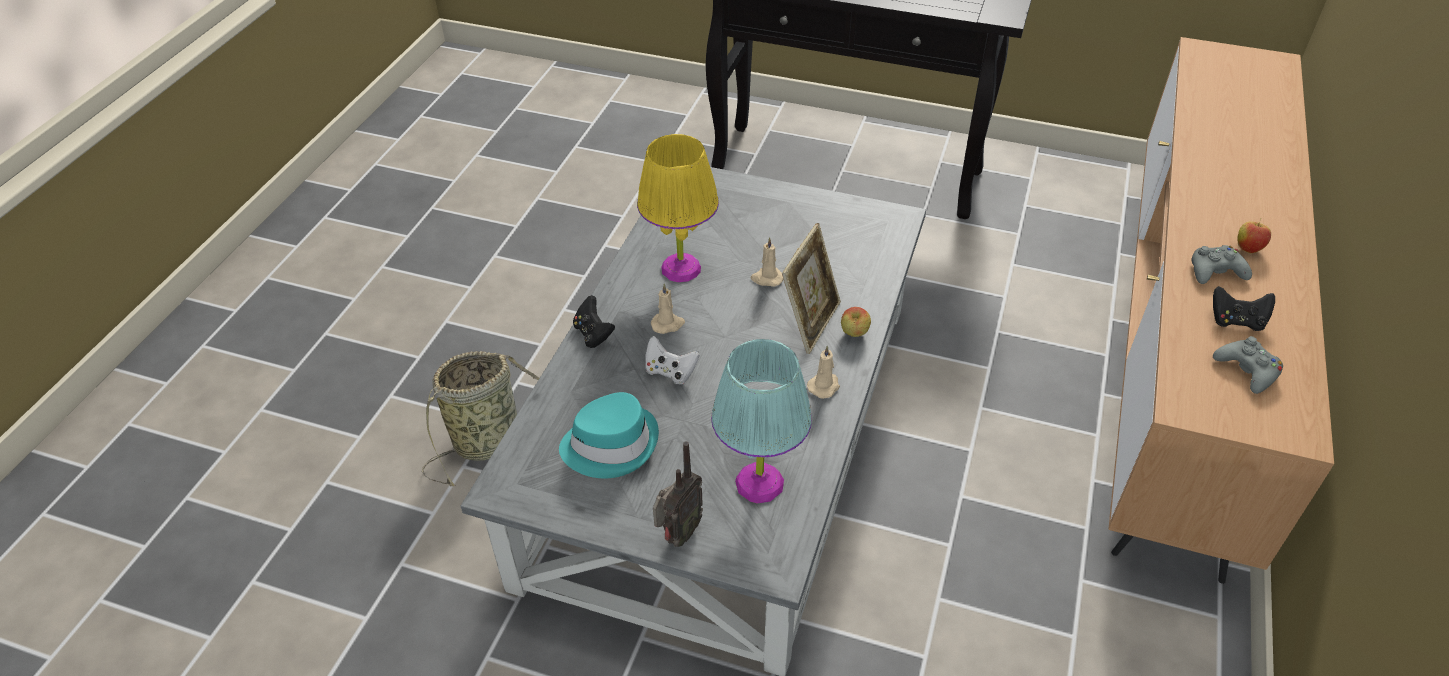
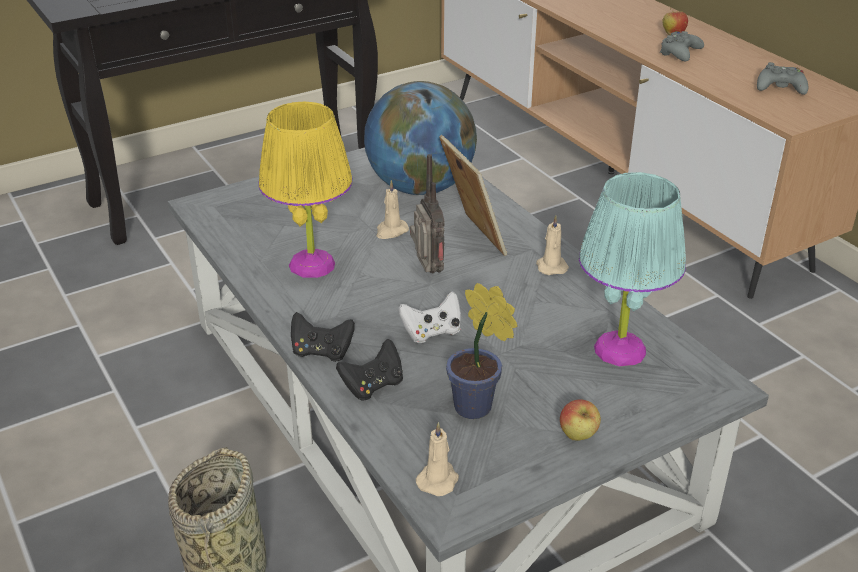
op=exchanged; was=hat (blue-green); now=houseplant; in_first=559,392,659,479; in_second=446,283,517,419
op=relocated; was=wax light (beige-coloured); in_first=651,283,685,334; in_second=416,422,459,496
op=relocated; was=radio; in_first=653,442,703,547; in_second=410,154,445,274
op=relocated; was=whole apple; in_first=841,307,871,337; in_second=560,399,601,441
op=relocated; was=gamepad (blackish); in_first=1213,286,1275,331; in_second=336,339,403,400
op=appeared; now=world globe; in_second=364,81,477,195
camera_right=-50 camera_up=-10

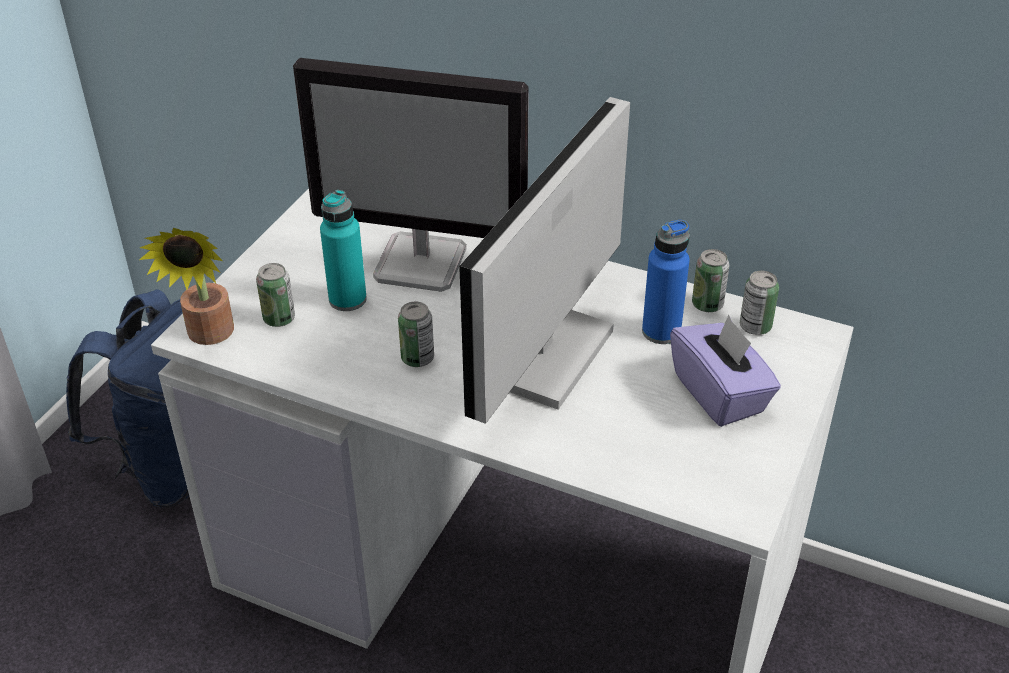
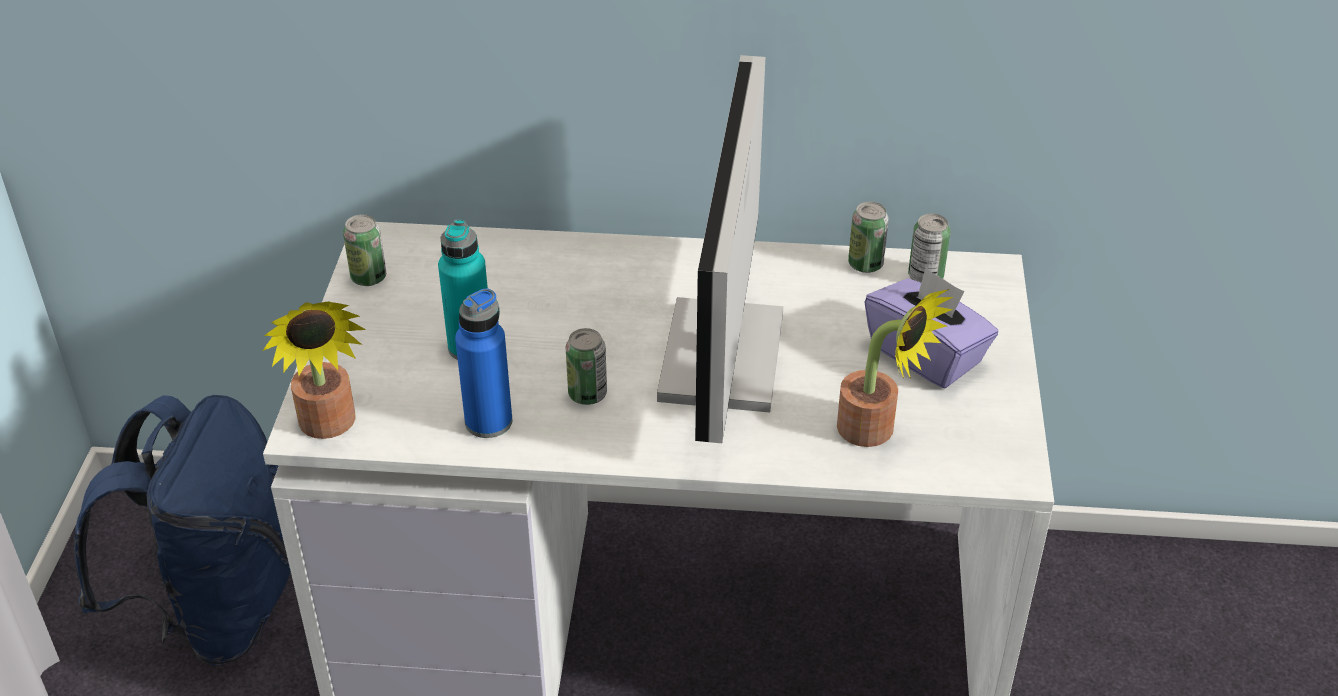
op=relocated; was=can; in_first=256,263,295,327; in_second=343,214,386,286
op=missing; was=computer screen; in_first=293,58,529,292
op=relocated; was=bottle (bluish); in_first=642,220,690,344; in_second=455,288,512,438
op=appeared; now=houseplant; in_second=837,289,954,447
camera_right=-20 camera_up=0

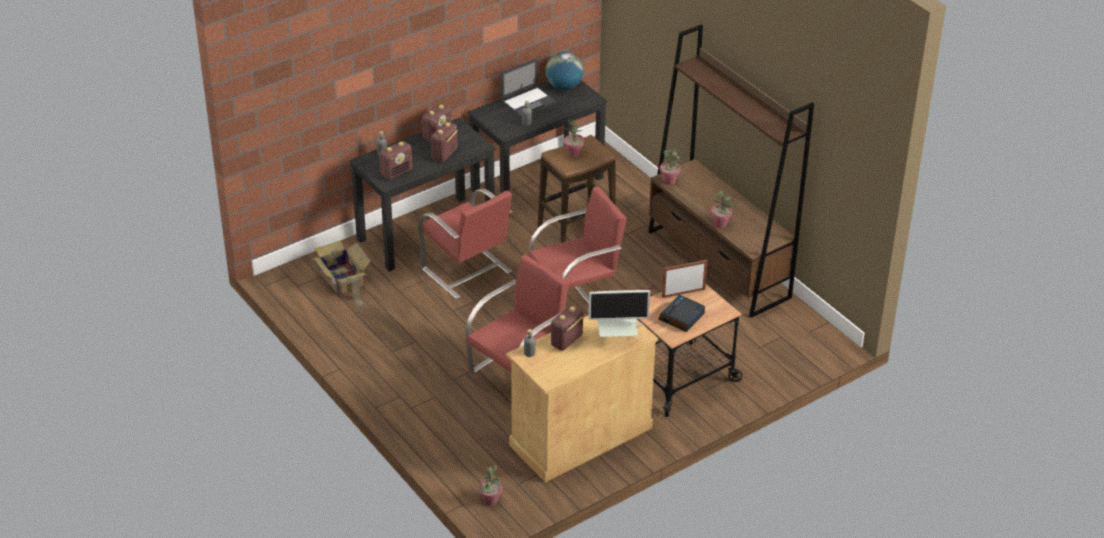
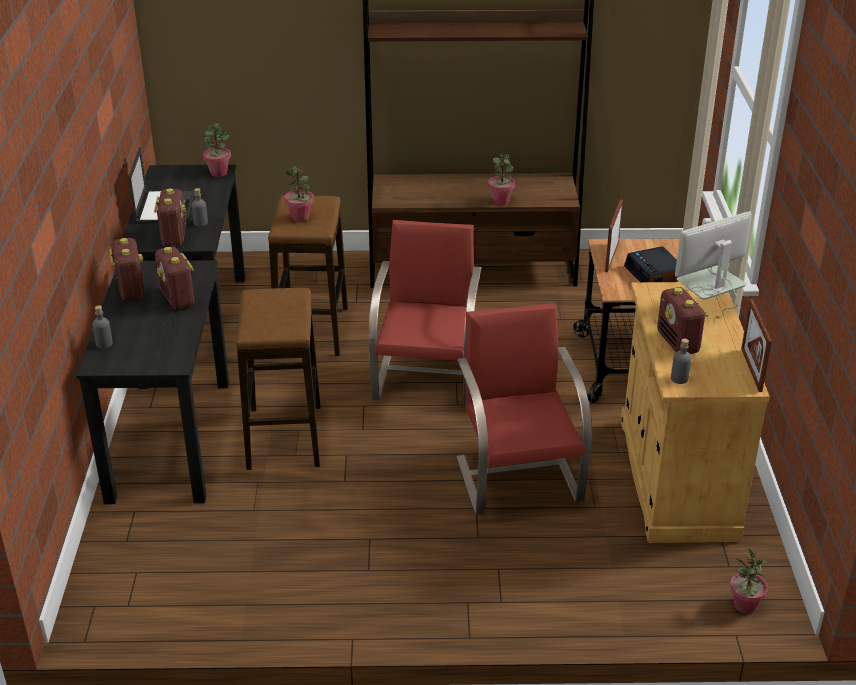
op=missing; was=cardboard box; in_first=312,241,371,307
op=relocated; was=radio; in_first=380,141,412,180; in_second=154,189,186,246
op=exchanged; was=upright chair (red-coloured); now=sitting stool; in_first=418,189,513,299; in_second=236,288,320,470
op=missing; was=world globe; in_first=545,52,583,90
op=spun; was=computer screen; in_first=588,290,650,340; in_second=675,211,752,315; clockwise=-150
op=relocated; was=houseplant; in_first=660,148,680,185; in_second=203,123,231,177
op=appeared; now=picture frame; in_second=741,299,772,392
camera_right=-55 camera_up=-5

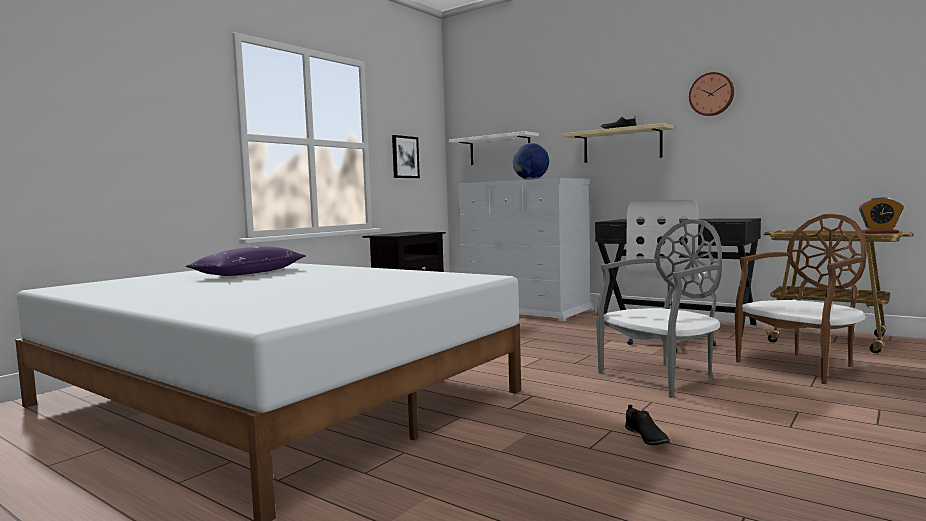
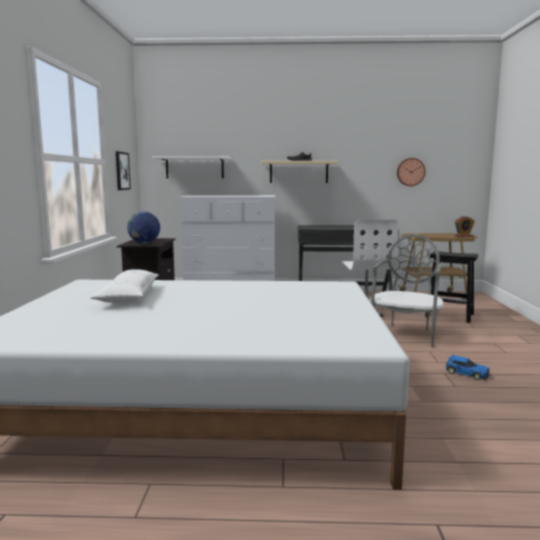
op=colour; was=throw pillow (purple); now=throw pillow (whitish); in_first=186,246,306,276; in_second=90,269,159,303
op=relocated; was=world globe; in_first=513,143,549,180; in_second=127,211,160,243
op=exchanged; was=item of footwear (blackish); now=miniature car; in_first=625,405,670,445; in_second=445,355,490,380
op=relocated; was=clock on the wall; in_first=689,72,734,116; in_second=397,158,426,186
op=exchanged; was=upright chair (brownish); now=sitting stool (blackish); in_first=735,214,867,384; in_second=425,251,478,323
camera_right=-35 camera_up=5

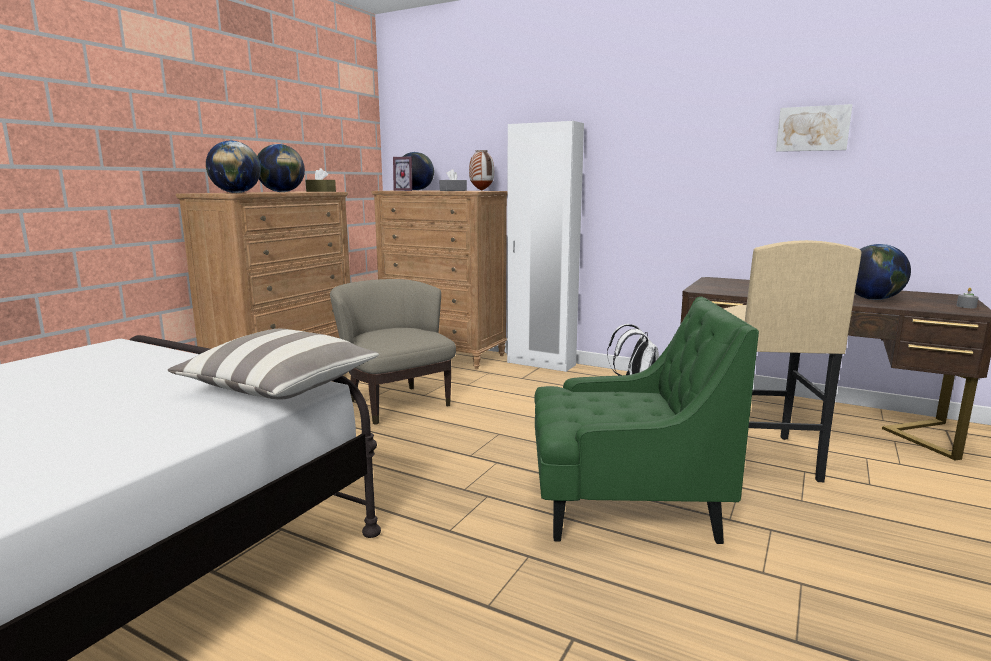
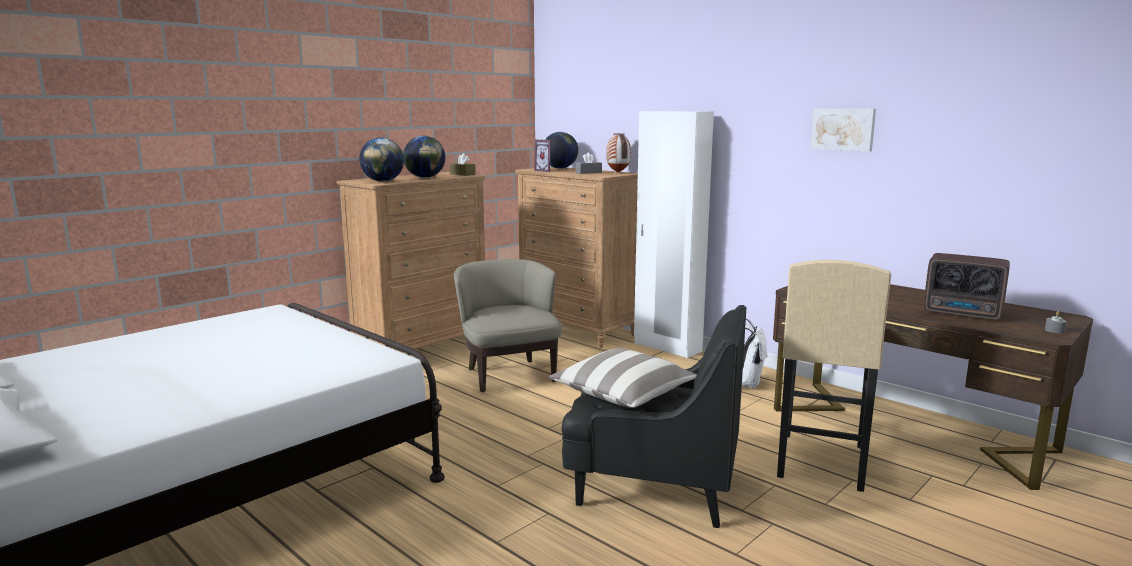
op=relocated; was=throw pillow; in_first=168,329,379,400; in_second=549,348,697,408
op=colour; was=lounge chair (green); now=lounge chair (blackish); in_first=534,297,759,544; in_second=562,305,746,528
op=relocated; was=picture; in_first=776,104,853,152; in_second=810,109,876,152
op=exchanged; was=world globe; now=radio; in_first=855,244,911,300; in_second=924,253,1010,320
camera_right=15 camera_up=0

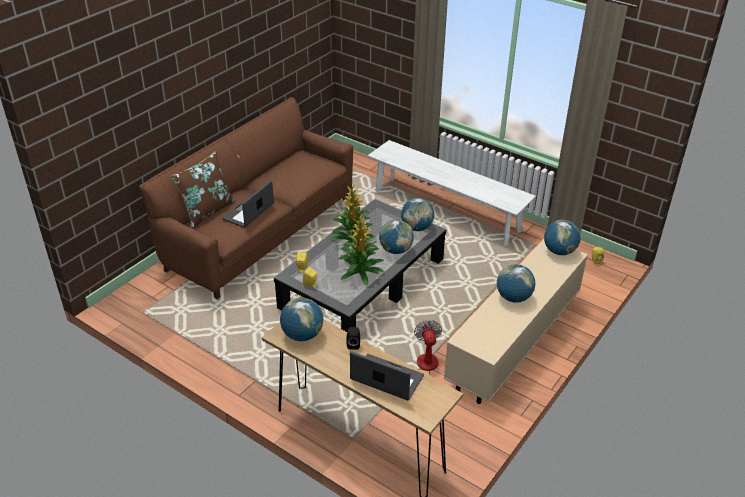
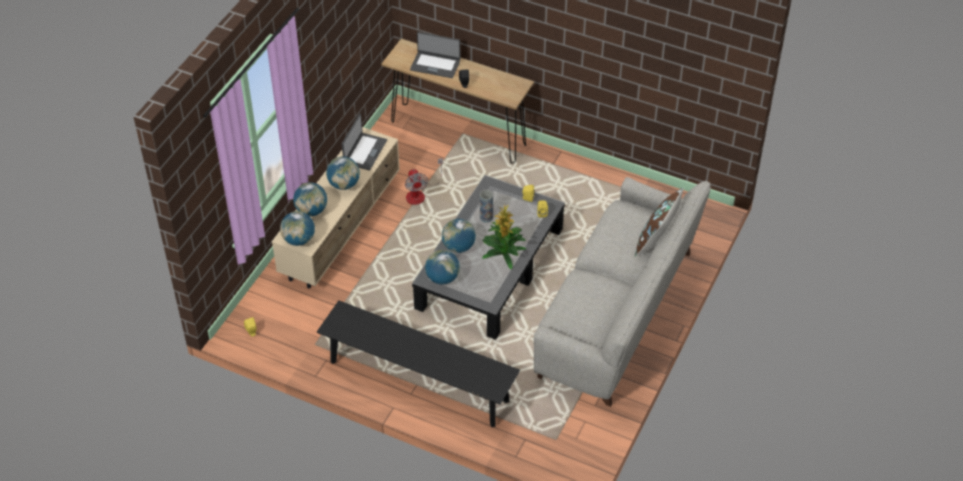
op=colour; was=couch (brownish); now=couch (grey); in_first=139,97,353,299; in_second=534,177,711,407
op=relocated; was=notebook computer; in_first=222,180,274,228; in_second=342,113,387,171
op=relocated; was=world globe; in_first=280,298,323,341; in_second=293,182,327,216
op=exchanged; was=houseplant; now=vase; in_first=339,214,385,286; in_second=480,190,493,223
op=colour; was=bench (whitish); now=bench (blackish); in_first=368,140,536,245; in_second=317,300,520,427
camera_right=170 camera_up=10

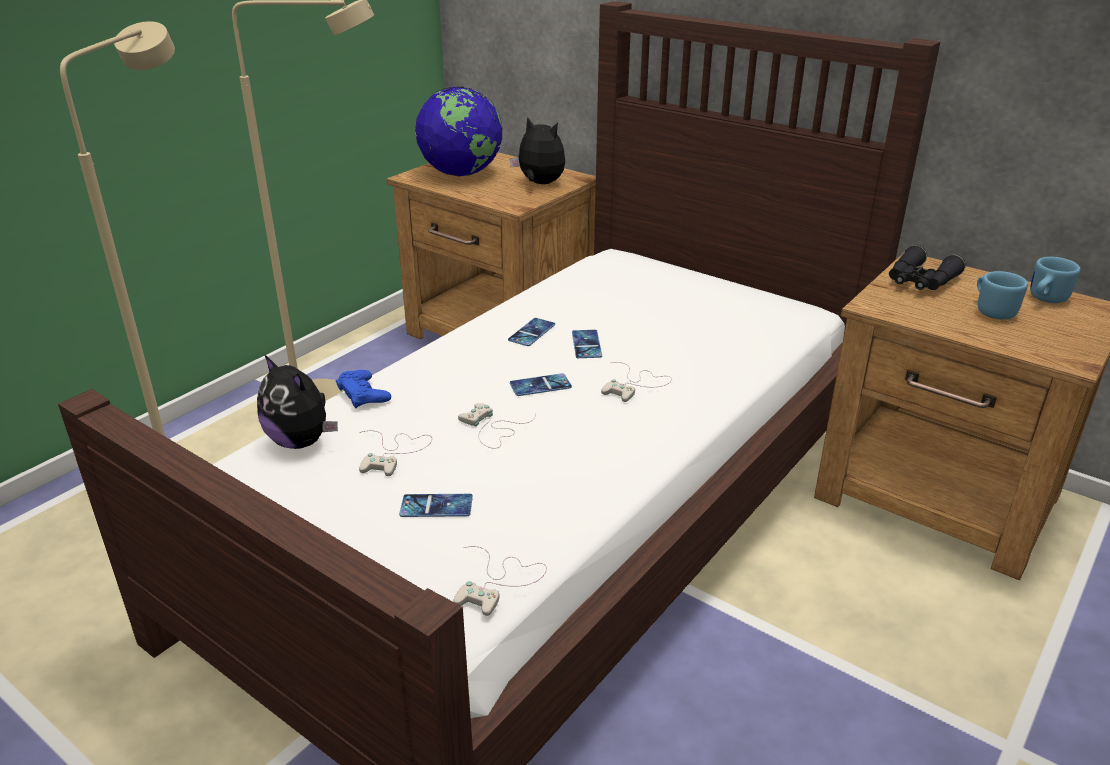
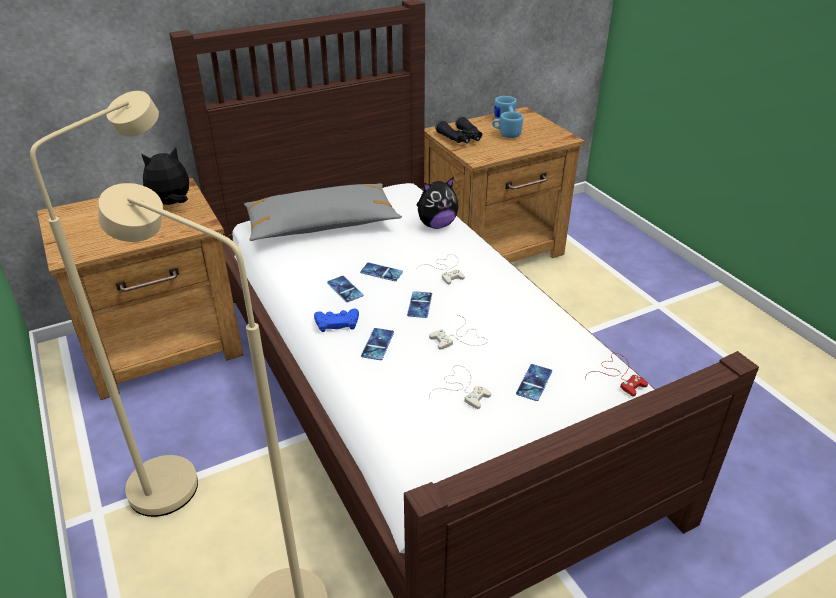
op=relocated; was=cuddly toy; in_first=257,354,338,449; in_second=417,177,459,229
op=relocated; was=gamepad (bluish); in_first=336,370,391,408; in_second=314,309,359,332
op=missing; was=world globe; in_first=415,87,503,177
op=colour; was=gamepad (whitish); now=gamepad (red-coloured); in_first=453,546,547,616; in_second=585,353,648,396
op=appeared; now=throw pillow (grey); in_second=244,183,402,241
op=appeared; now=telephone; in_second=361,328,394,360
camera_right=-65 camera_up=5

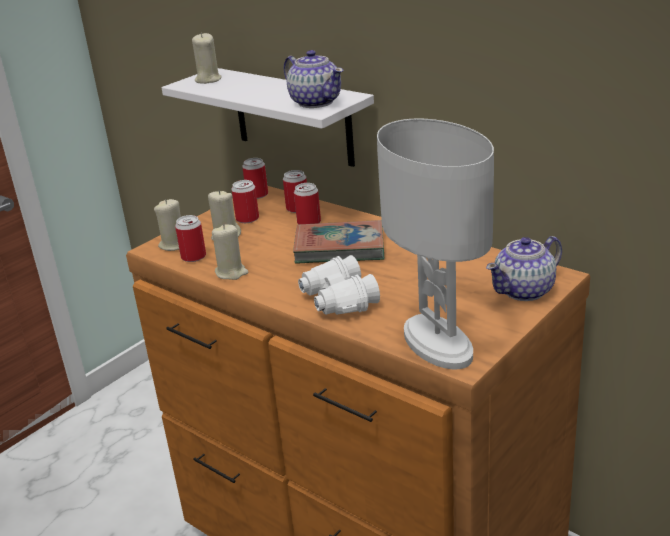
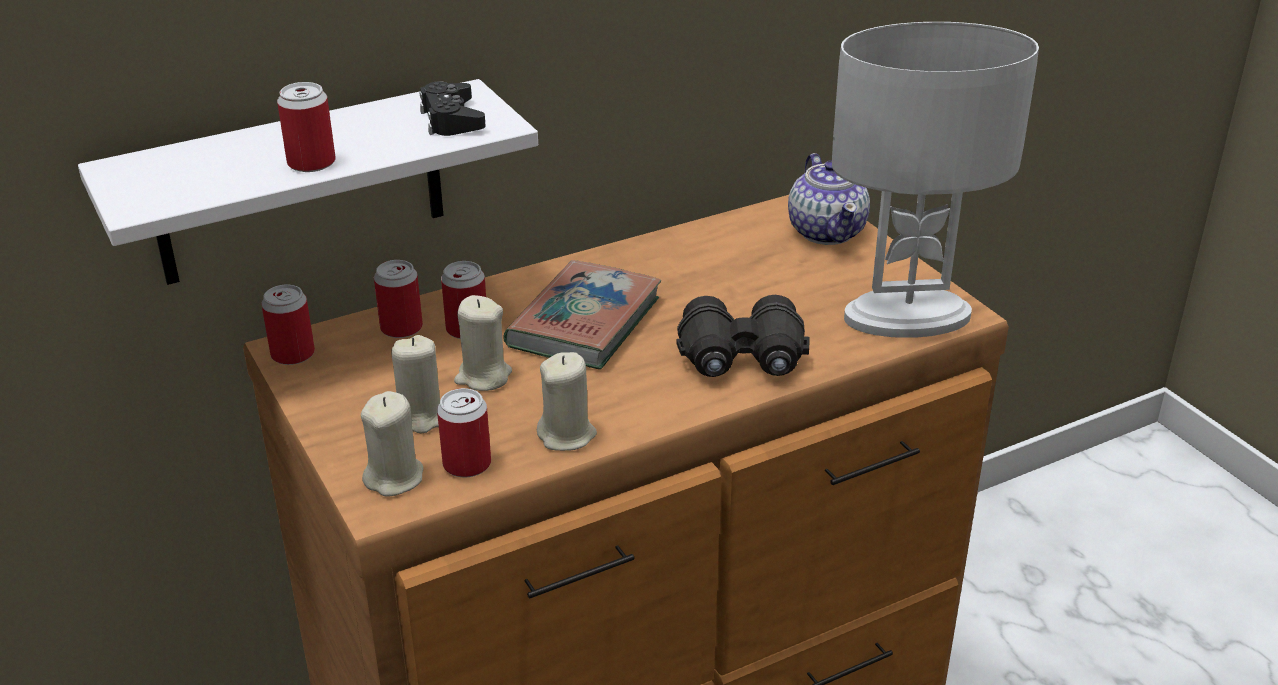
op=relocated; was=wax light (beige-coloured); in_first=192,33,221,84; in_second=454,295,512,391
op=relocated; was=can; in_first=231,180,259,223; in_second=277,82,336,172
op=exchanged; was=tea pot; now=gamepad (blackish); in_first=284,50,343,108; in_second=419,81,486,136
op=colour; was=pair of binoculars (whitish); now=pair of binoculars (blackish); in_first=298,255,380,315; in_second=677,295,810,377
camera_right=-70 camera_up=5

